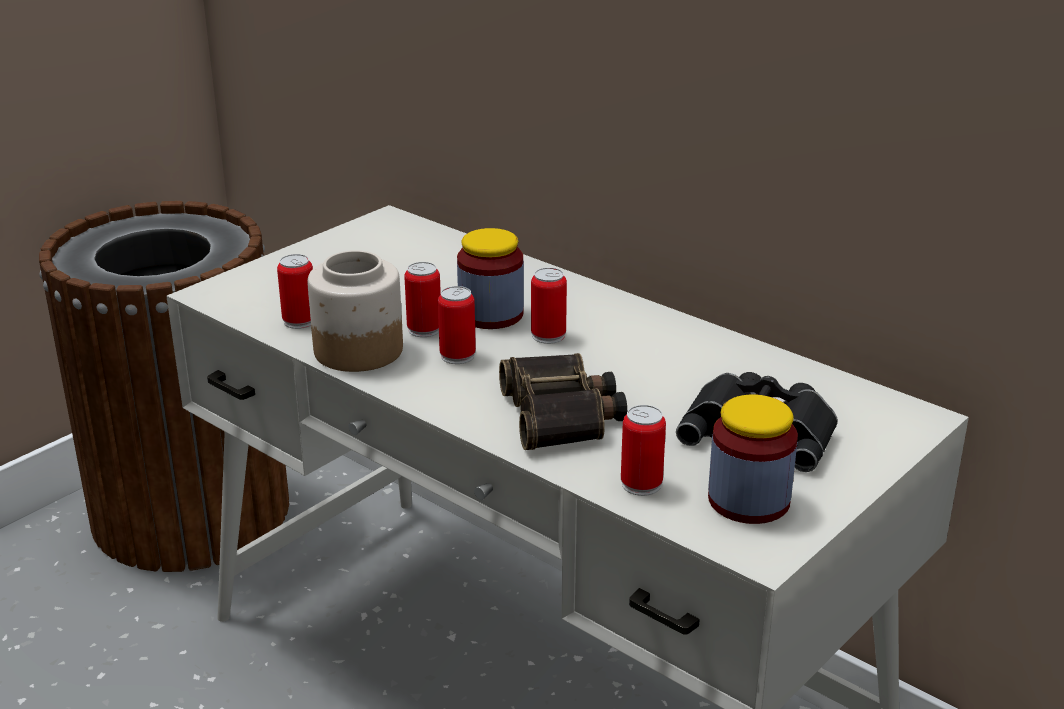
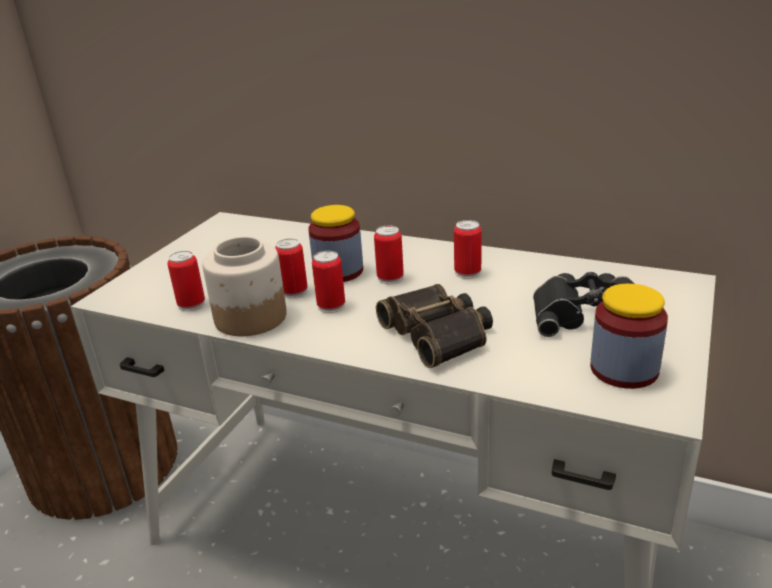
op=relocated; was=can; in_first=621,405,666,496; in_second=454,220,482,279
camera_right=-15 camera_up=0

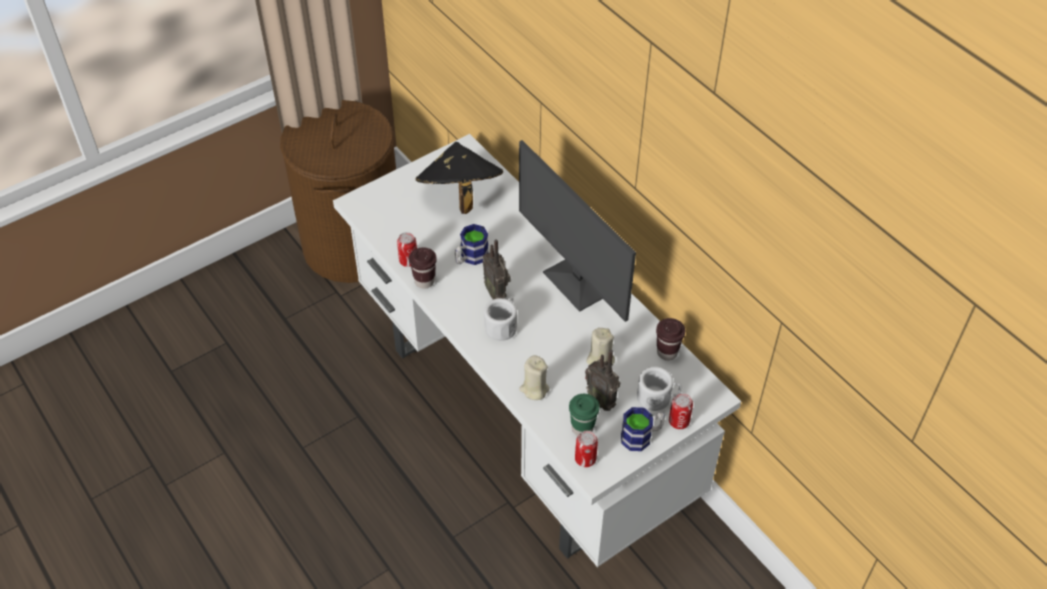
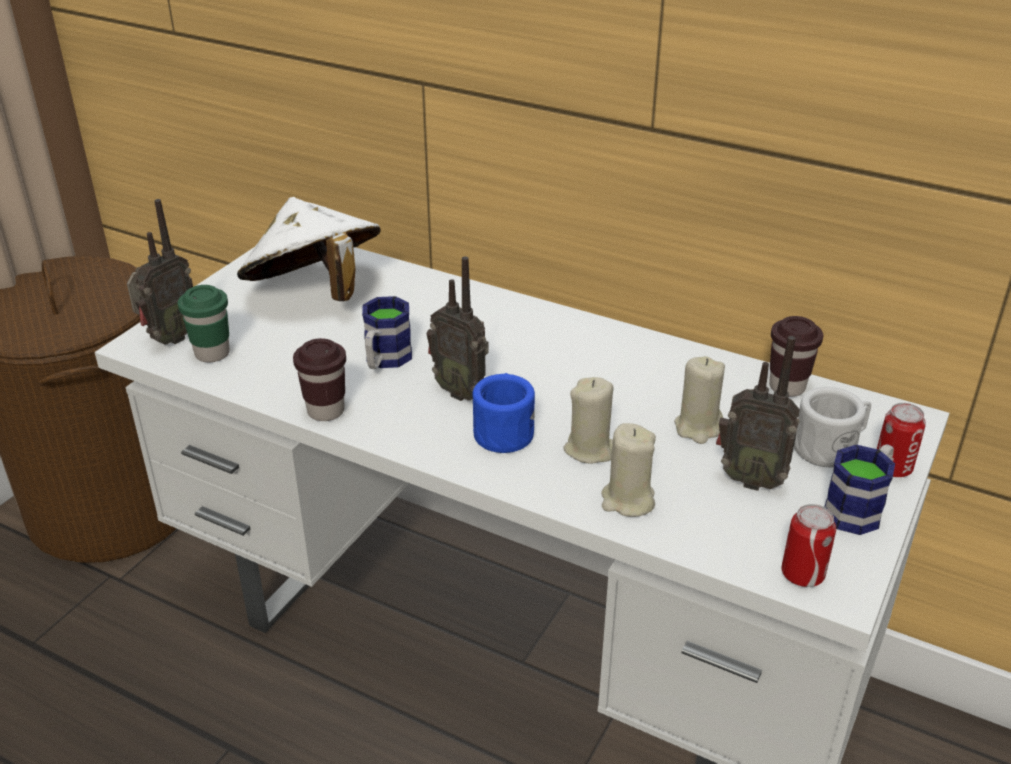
op=missing; was=can; in_first=397,232,417,267
op=colour; was=hat (blackish); now=hat (whitish); in_first=416,142,503,214; in_second=237,197,381,301
op=colour; was=mug (whitish); now=mug (bluish); in_first=484,297,517,341; in_second=473,373,535,453
op=missing; was=computer screen; in_first=519,140,636,322
op=relocated; was=drinking cup (green); in_first=569,394,600,436; in_second=178,285,230,362
op=appeared; now=radio; in_second=127,199,193,345
op=appeared; now=wax light (beige-coloured); in_second=564,377,613,464
camera_right=-25 camera_up=-15

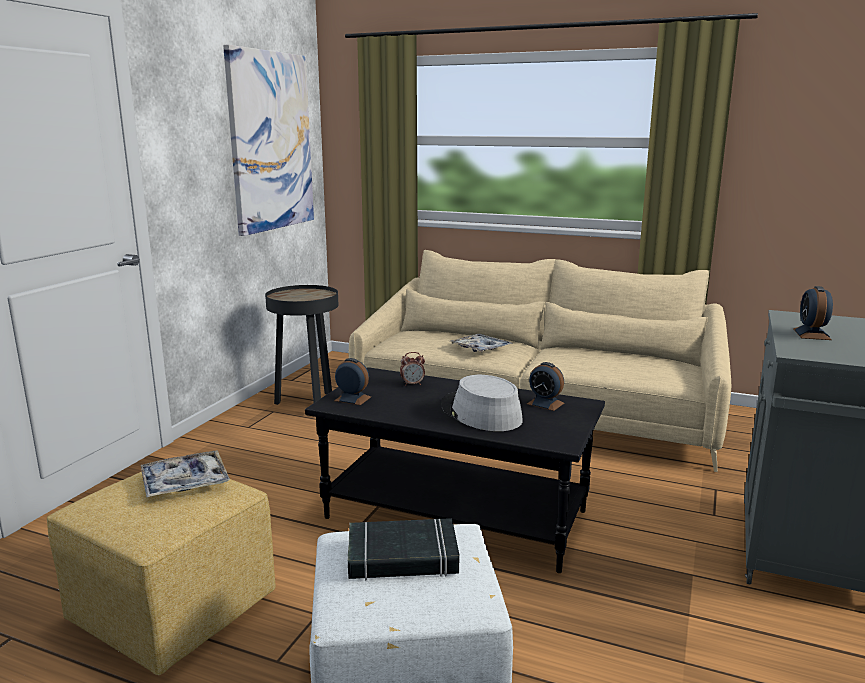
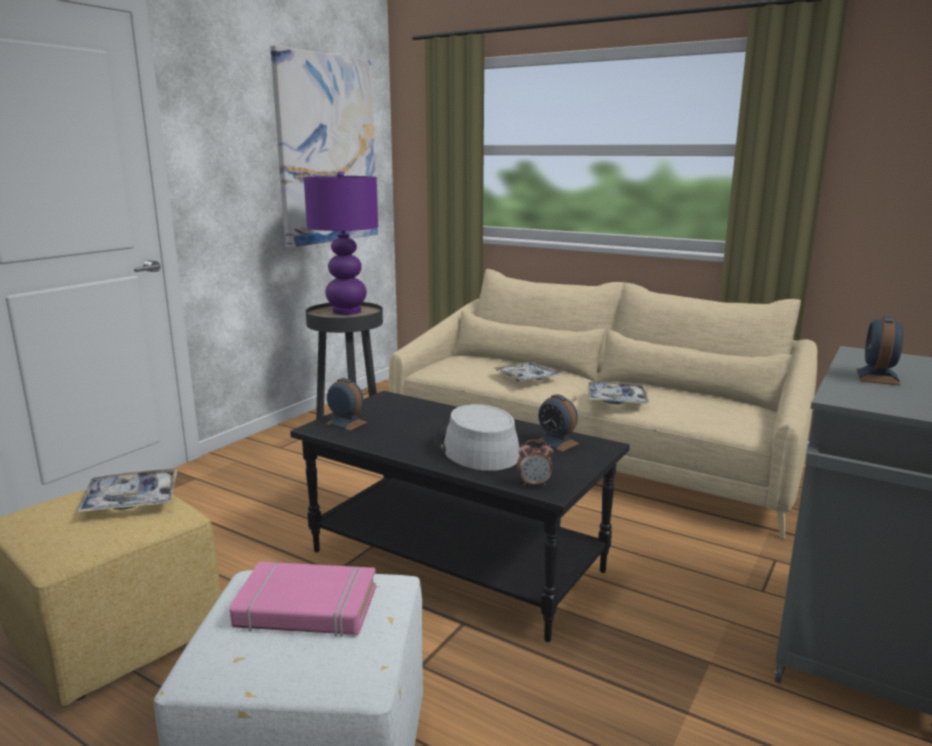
op=colour; was=volume (blackish); now=volume (pink); in_first=348,518,459,580; in_second=229,562,376,637
op=relocated; was=bedside clock; in_first=400,352,425,386; in_second=517,439,553,486
op=appeared; now=tabletop lamp (purple); in_second=304,171,378,315
op=appeared; now=serving tray; in_second=588,382,649,404
camera_right=10 camera_up=0

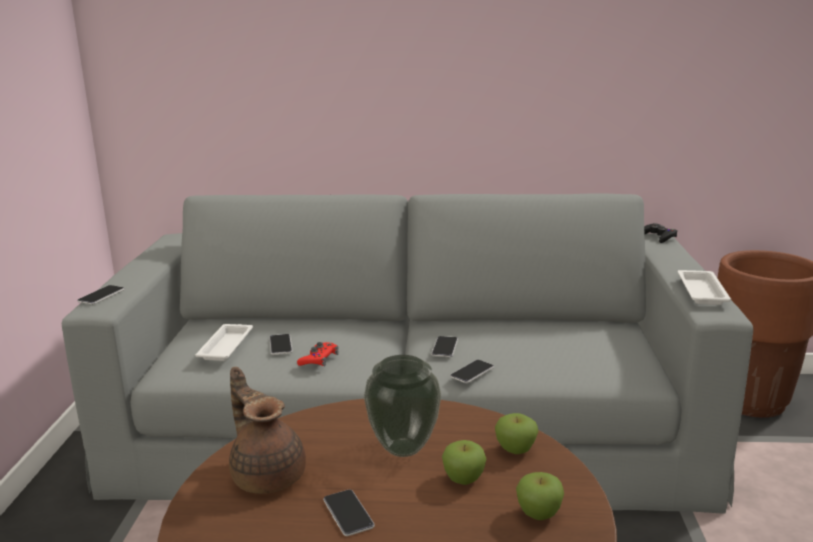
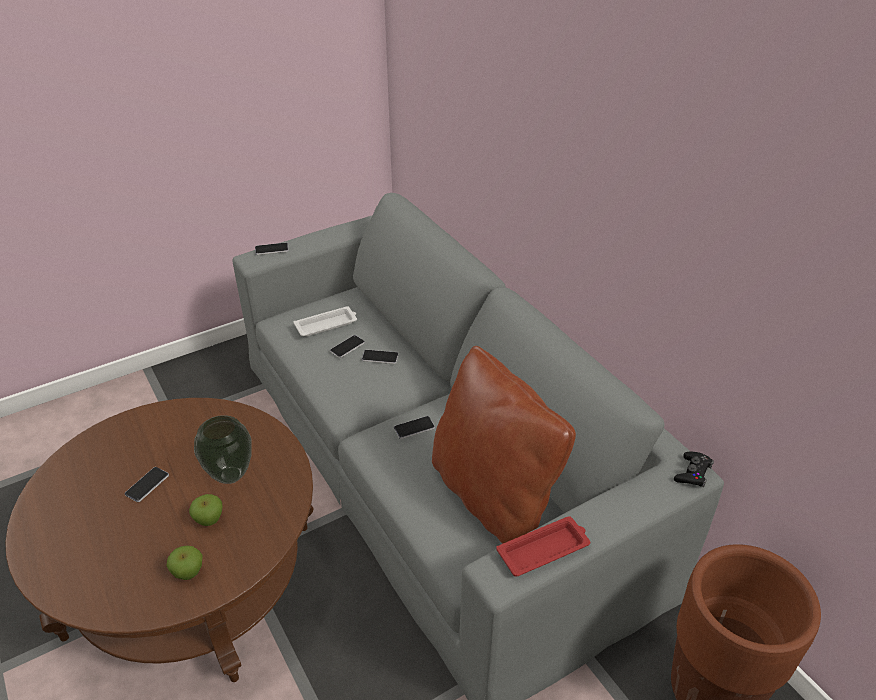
op=missing; was=tea pot (brownish); in_first=229,367,306,493
op=missing; was=gamepad (red-coloured); in_first=297,342,339,366
op=relocated; was=telephone; in_first=450,360,494,383; in_second=362,350,399,364
op=missing; was=whole apple; in_first=495,413,538,454
op=colour; was=serving tray (whitish); now=serving tray (red-coloured); in_first=678,270,731,305; in_second=496,516,590,577
op=appeared; now=throw pillow (brownish); in_second=432,346,576,544
camera_right=55 camera_up=20

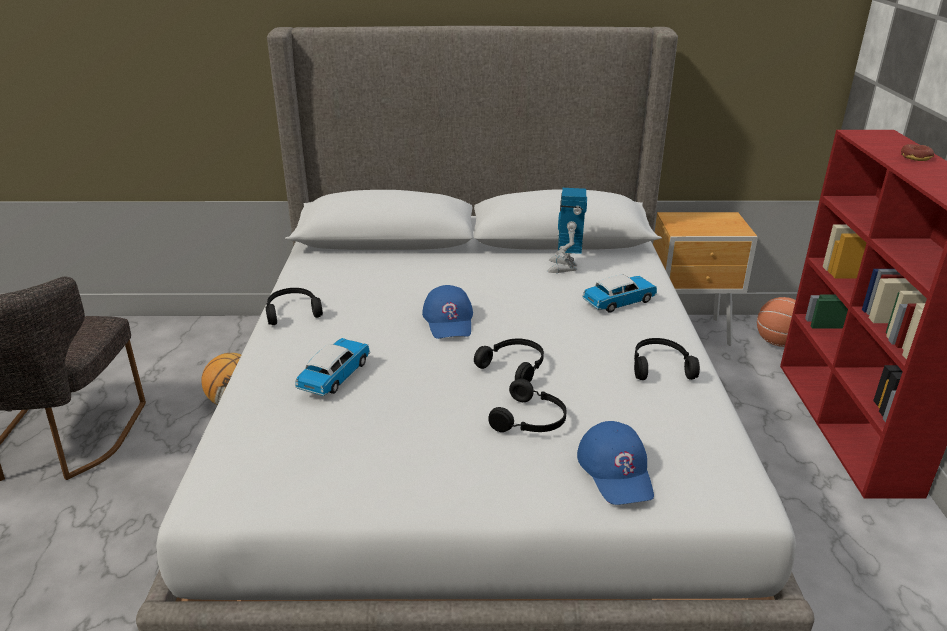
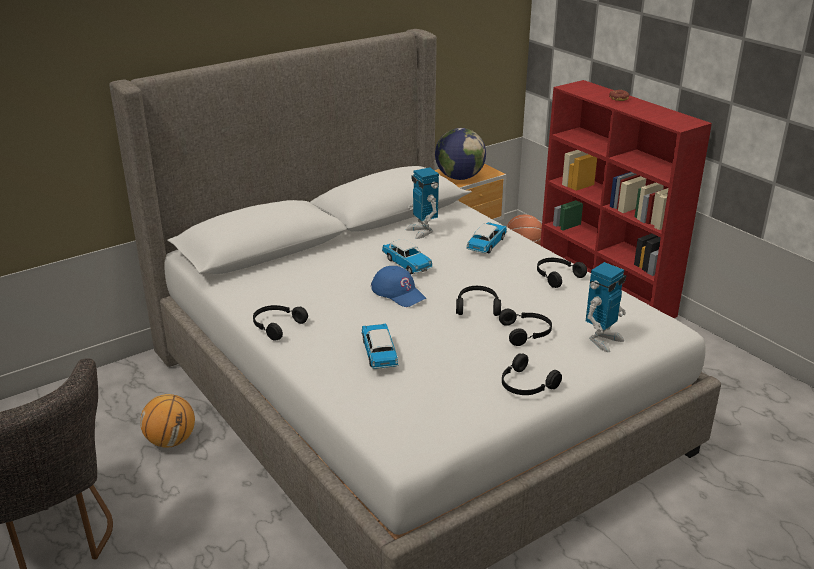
op=exchanged; was=cap (bluish); now=toy robot; in_first=577,421,654,505; in_second=586,262,626,352
op=appeared; now=miniature car; in_second=382,239,433,274
op=appeared; now=world globe; in_second=435,128,486,180
op=appeared; now=pair of headphones (blackish); in_second=502,353,562,395
camera_right=-35 camera_up=0

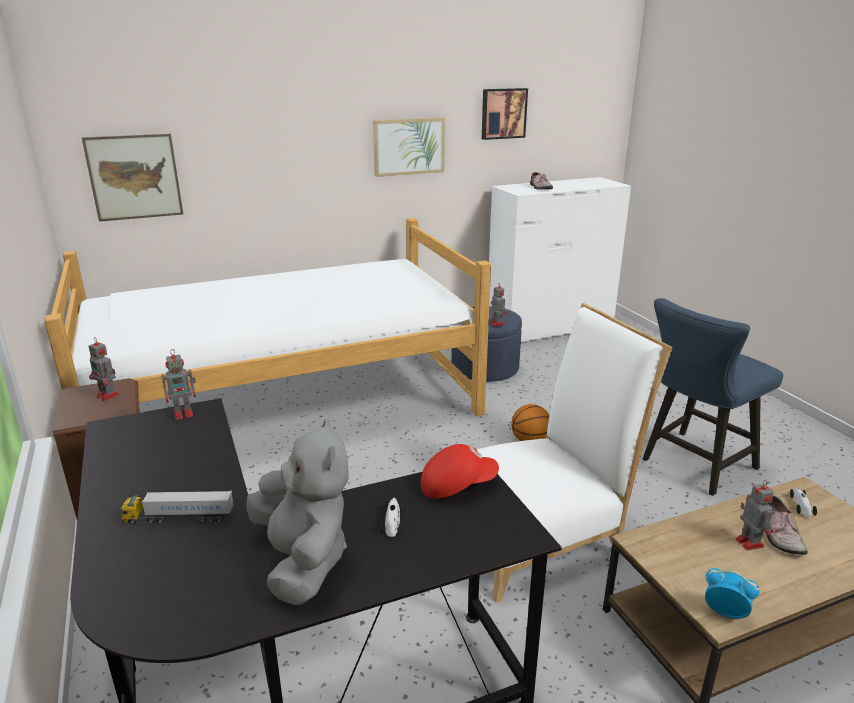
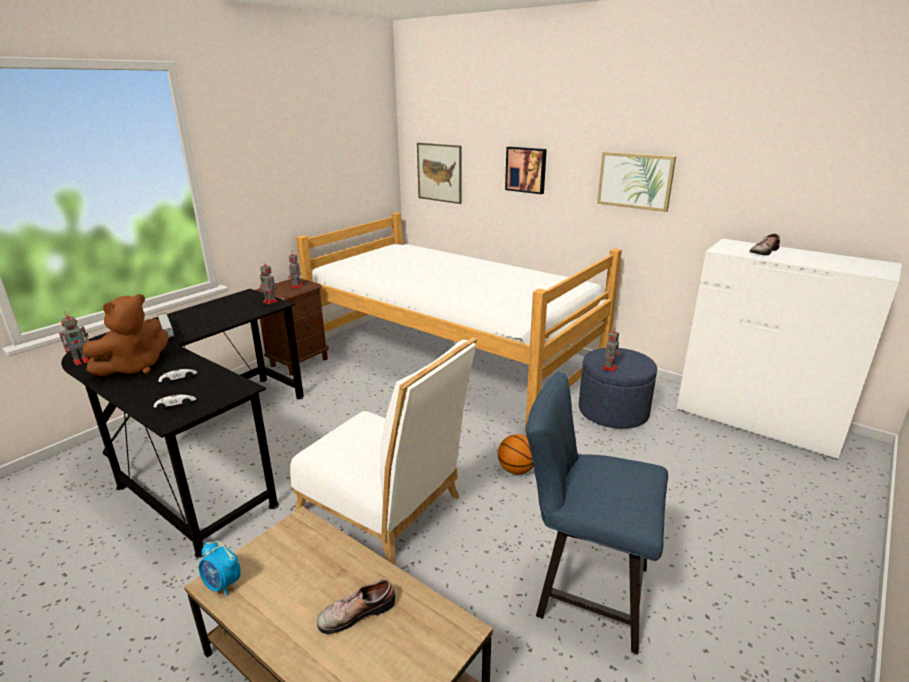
op=colour; was=cuddly toy (grey); now=cuddly toy (brownish); in_first=246,419,349,605; in_second=83,294,169,377
op=missing; was=cap (red-coloured); in_first=421,444,499,499
op=relocated; was=picture; in_first=482,88,528,140; in_second=505,147,547,194
op=spun; was=bedside clock; in_first=705,568,760,619; in_second=199,541,241,596; clockwise=120
op=relocated; was=toy robot; in_first=736,480,774,550; in_second=59,312,89,366
op=relocated; was=miniature car; in_first=790,488,817,517; in_second=154,393,197,411
camera_right=60 camera_up=0

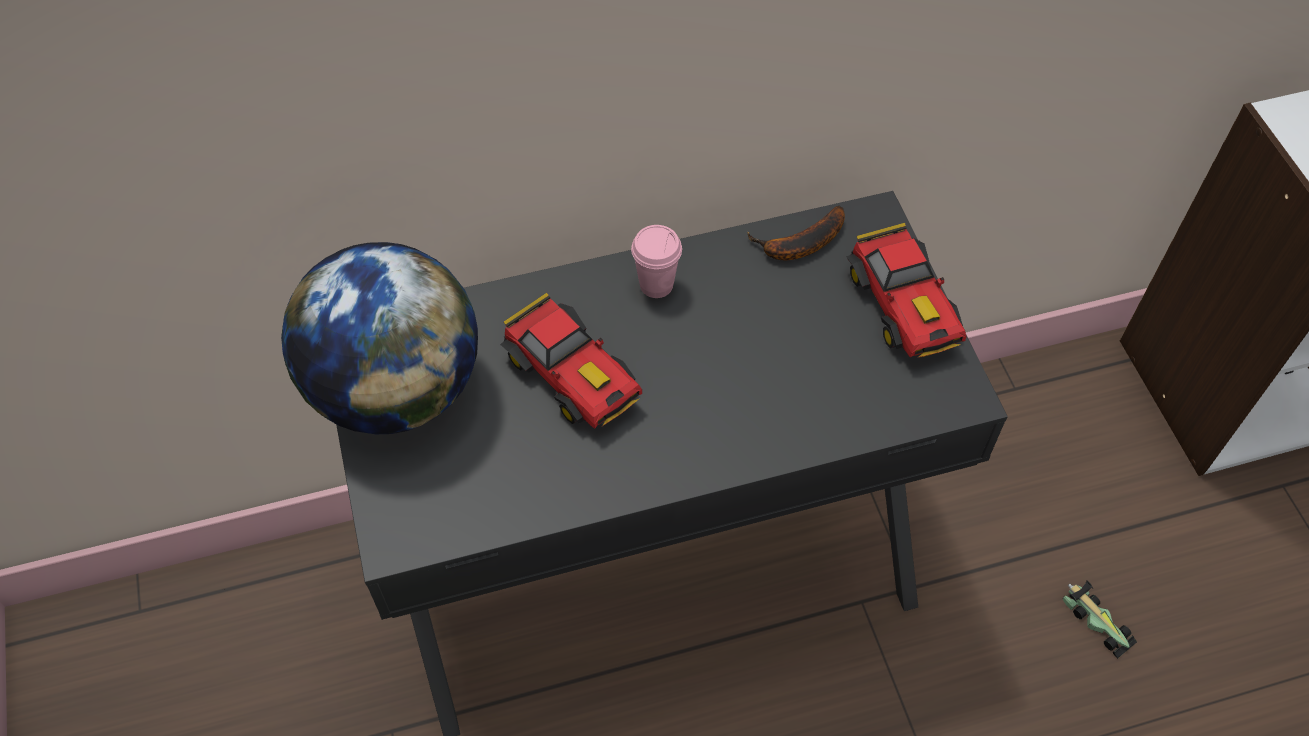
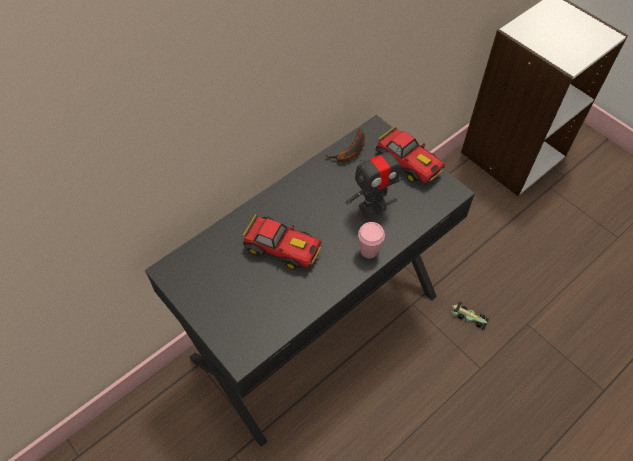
op=missing; was=world globe; in_first=281,242,478,434
op=relocated; was=drinking cup (pink); in_first=631,225,682,298; in_second=358,222,385,258
op=relocated; was=miniature car; in_first=1063,580,1137,659; in_second=451,301,489,330
op=appeared; now=toy robot; in_second=346,144,402,217
camera_right=-25 camera_up=0

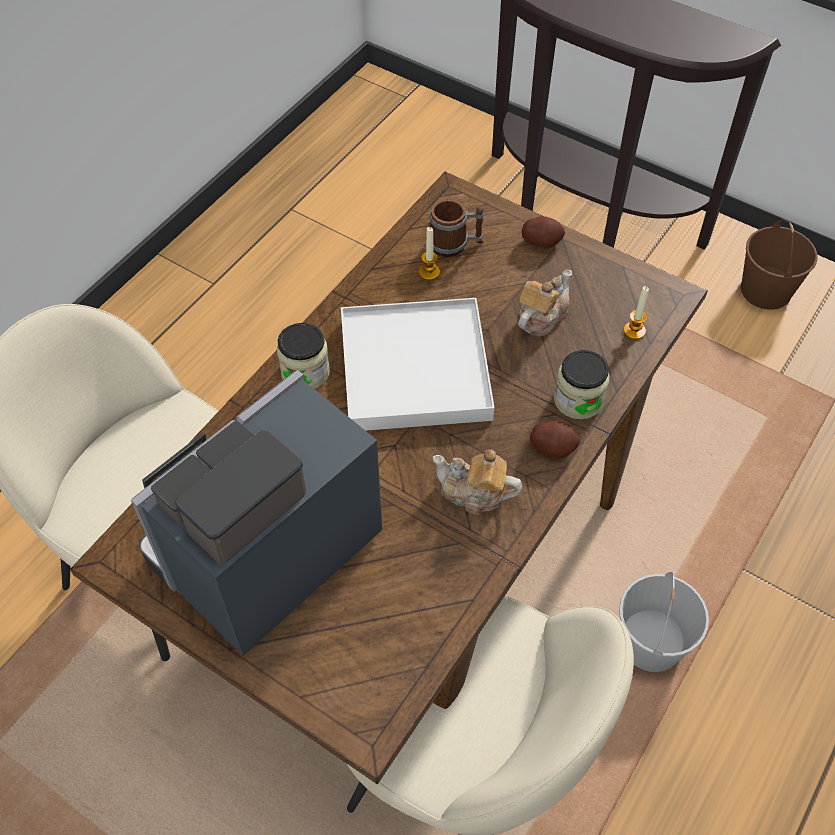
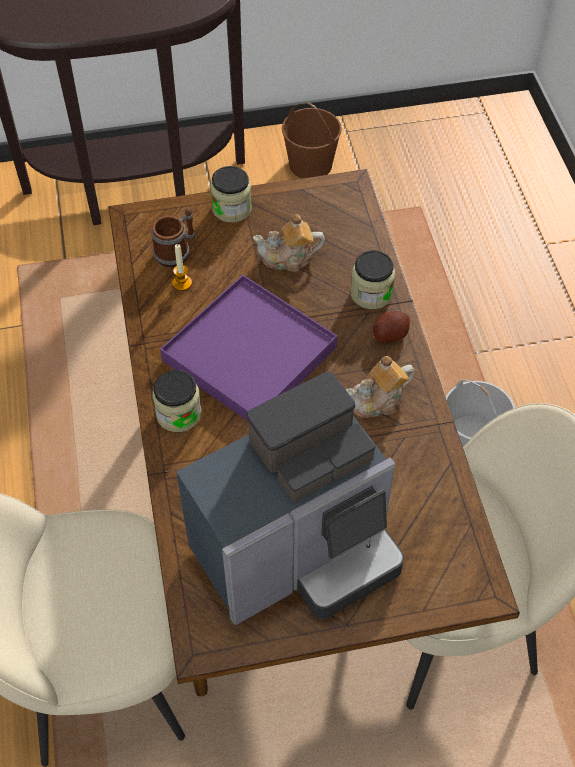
op=spun; was=coffee maker; in_first=131,370,382,656; in_second=176,372,404,625; clockwise=-120
op=colour; was=serving tray (whitish); now=serving tray (purple); in_first=341,298,494,431; in_second=160,275,337,421
op=spun; was=tea pot; in_first=518,270,572,336; in_second=253,214,325,272; clockwise=-90
op=exchanged; was=whole potato; now=preserve jar; in_first=522,216,565,248; in_second=211,166,252,223
op=missing; was=wax light; in_first=623,286,649,340
camera_right=-45 camera_up=0

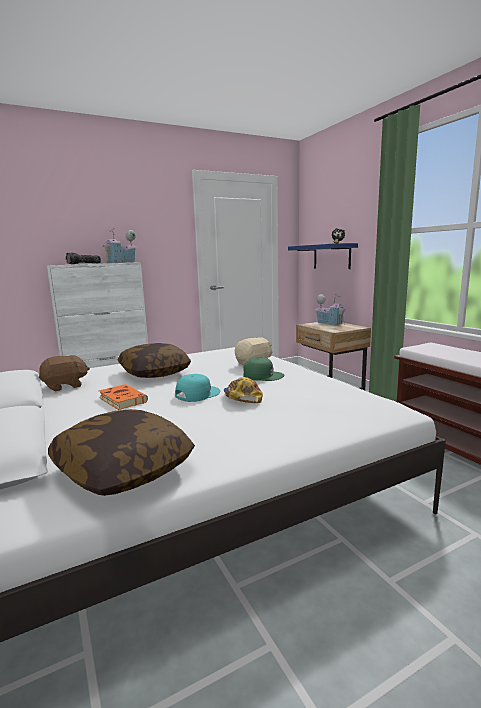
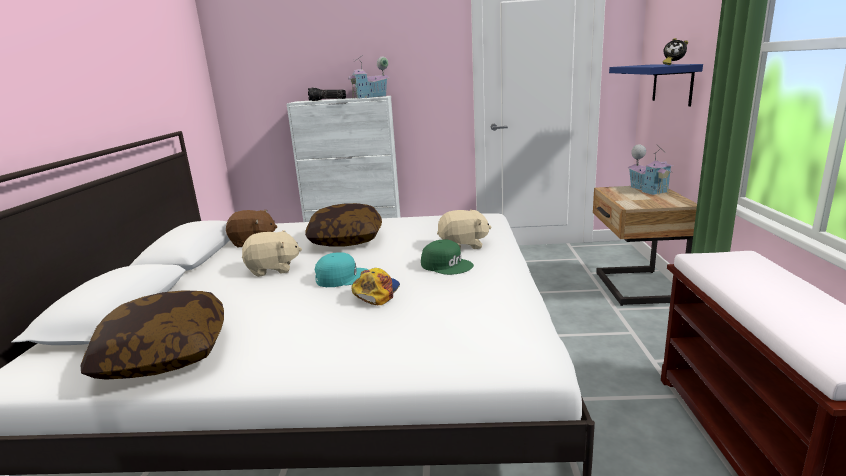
op=exchanged; was=volume (orange); now=cuddly toy (beige-coloured); in_first=99,384,148,410; in_second=242,230,302,277
camera_right=30 camera_up=5

